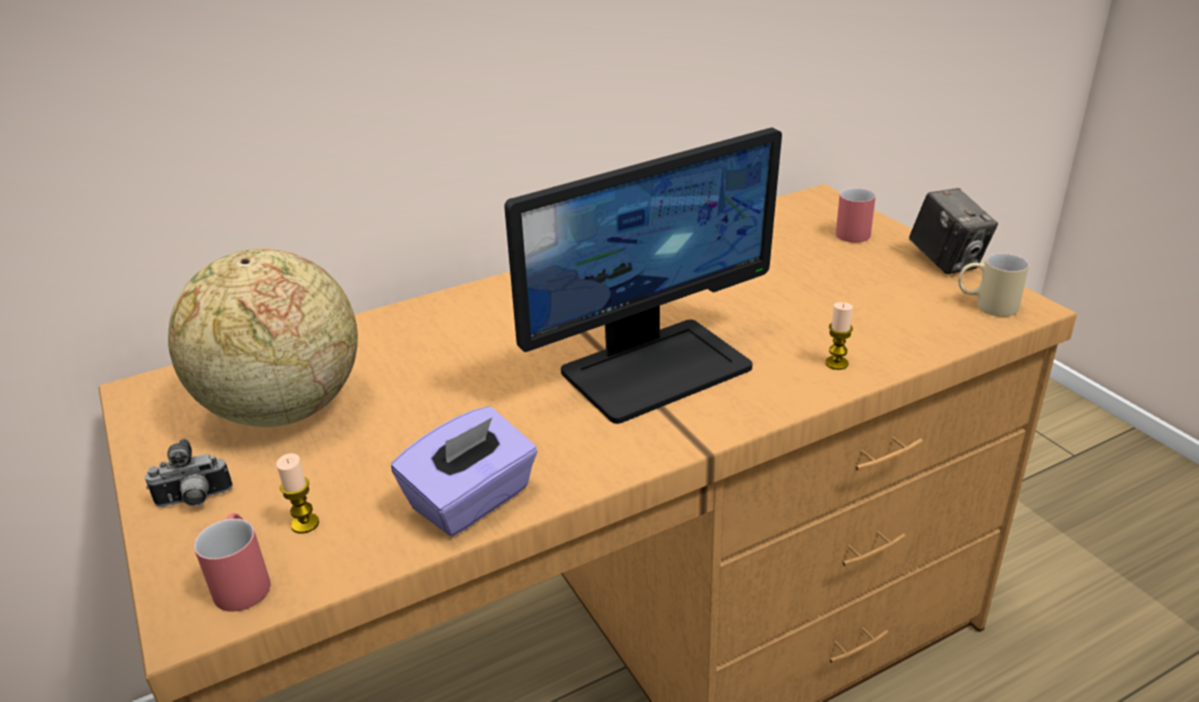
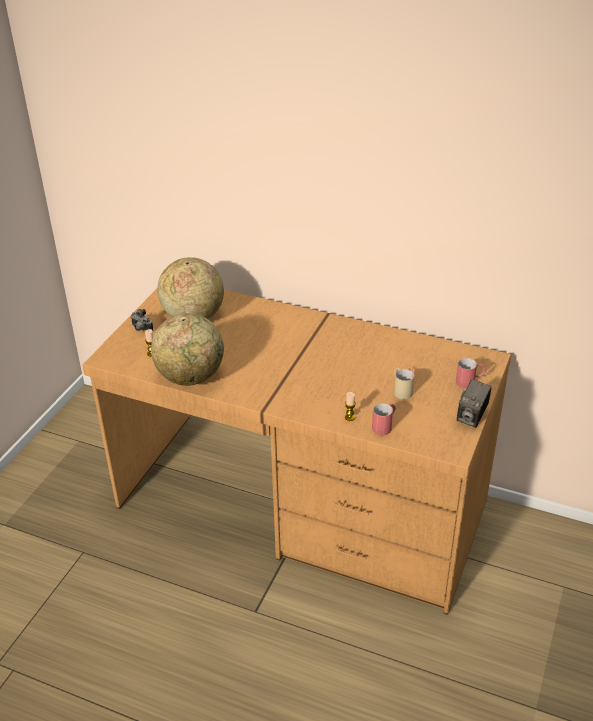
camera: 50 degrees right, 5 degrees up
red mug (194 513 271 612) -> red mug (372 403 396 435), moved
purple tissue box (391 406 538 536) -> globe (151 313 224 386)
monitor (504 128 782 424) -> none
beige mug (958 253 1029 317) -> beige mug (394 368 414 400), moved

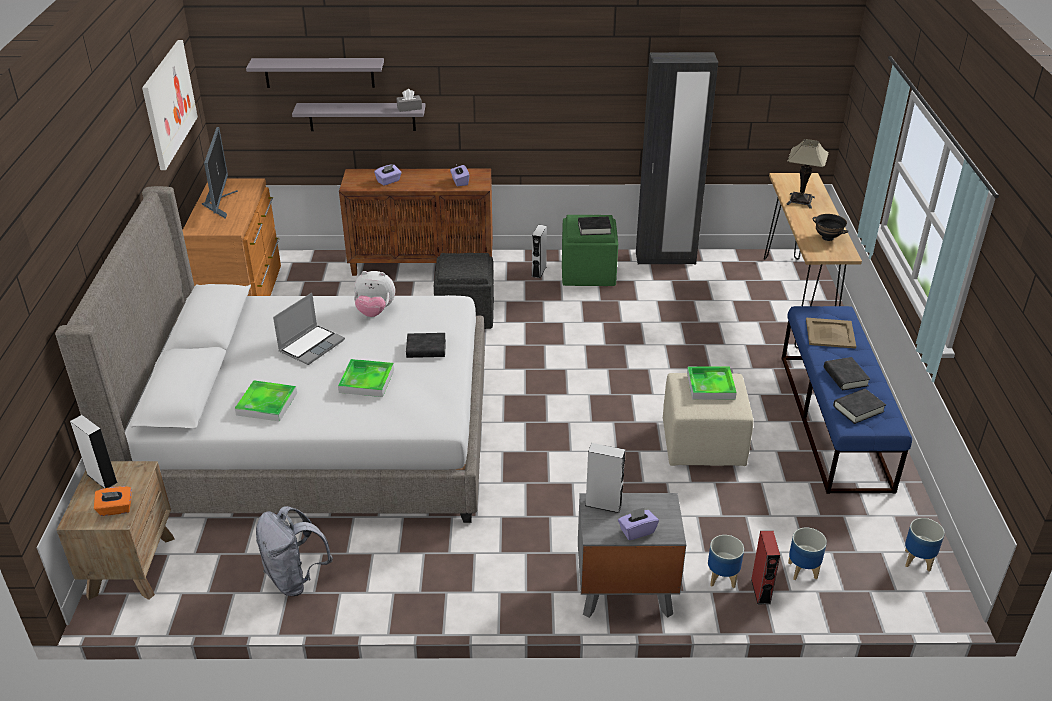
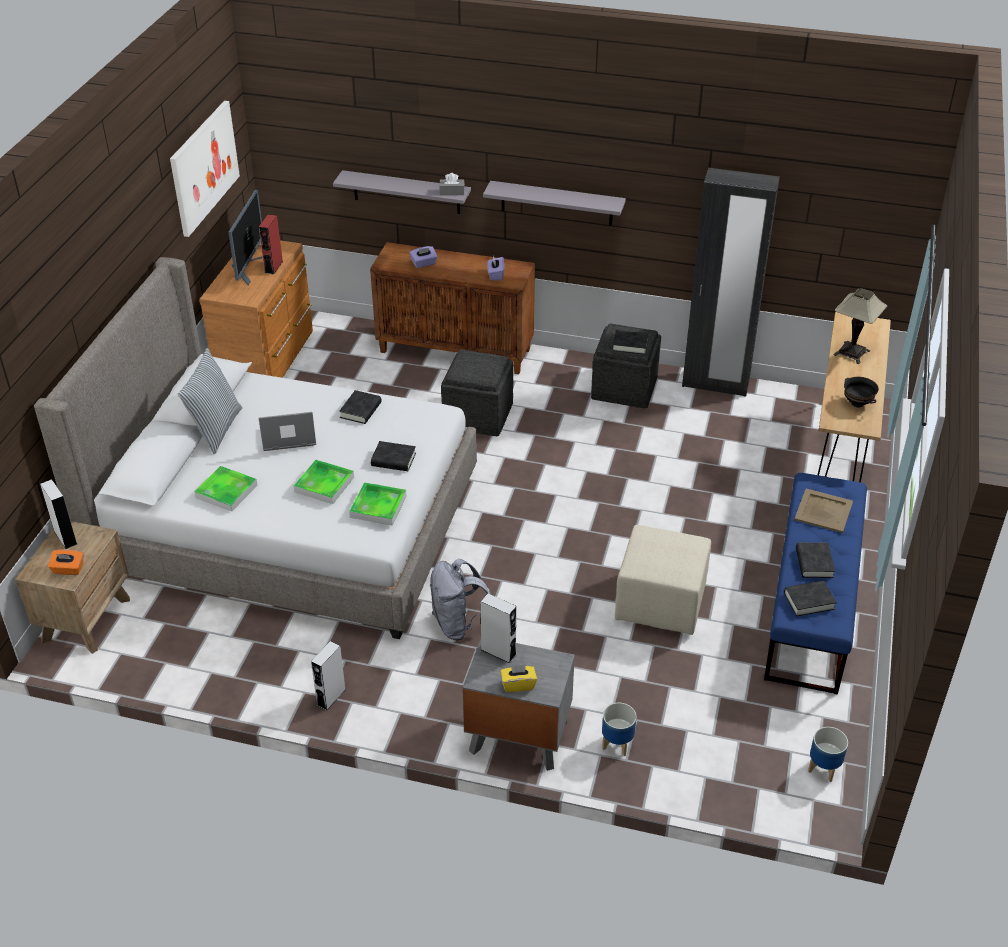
camera: 15 degrees right, 5 degrees up
grey shelf (246 58 384 88) -> grey shelf (483 181 626 226), moved
grey backpack (256 506 333 596) -> grey backpack (430 559 491 640), moved
laptop (273 293 345 365) -> laptop (259 412 316 451), 150 degrees counterclockwise
plush toy (354 271 395 317) -> black book (339 390 381 424)
grey speaker (532 225 547 278) -> grey speaker (311 641 346 711), moved
green ottoman (562 215 618 286) -> grey ottoman (591 323 661 408)
purple tissue box (618 507 659 540) -> yellow tissue box (501 664 537 692)
tray (687 367 737 399) -> tray (349 482 406 526), moved
red speaker (751 531 780 604) -> red speaker (259 214 283 275), moved
planter (788 528 827 580) -> none
none -> pillow (178 348 242 454)

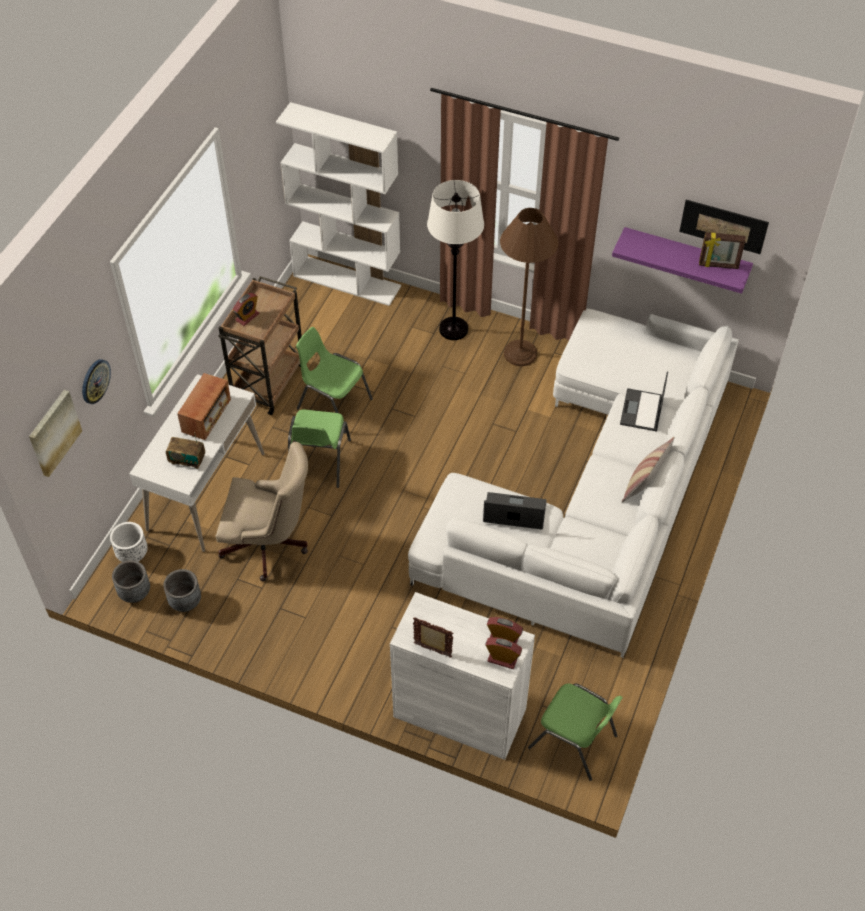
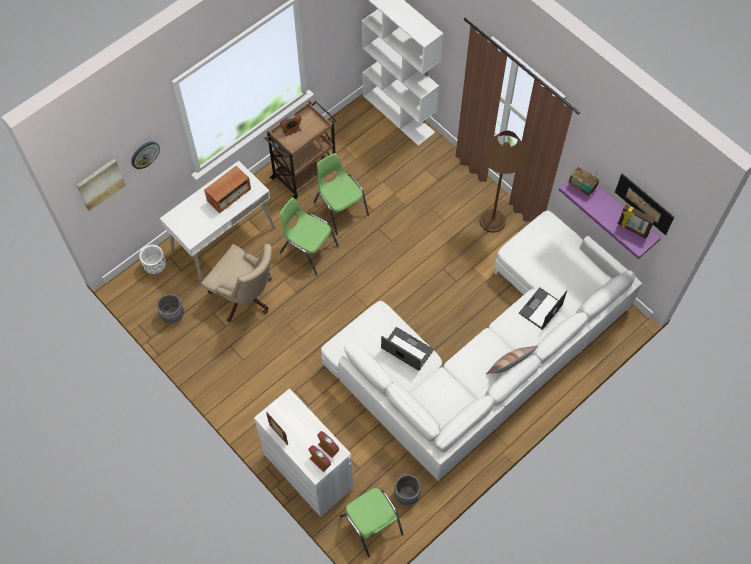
camera: 25 degrees right, 10 degrees up
grey planter (112 560 150 603) -> grey planter (394 474 421 505), moved
radio (166 432 205 469) -> radio (568 167 599 196), moved
green chair (288 410 351 488) -> green chair (280 197 339 275), 90 degrees clockwise
white floor lamp (427 180 484 340) -> none

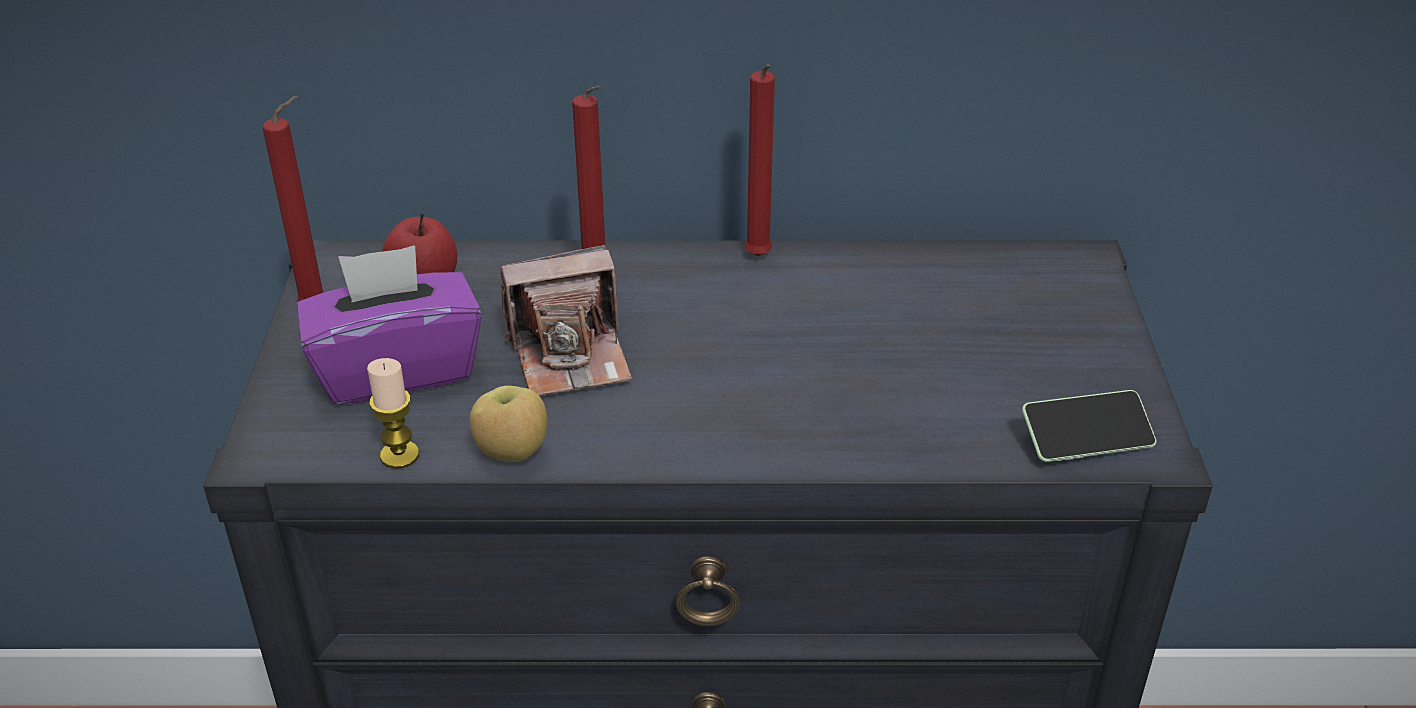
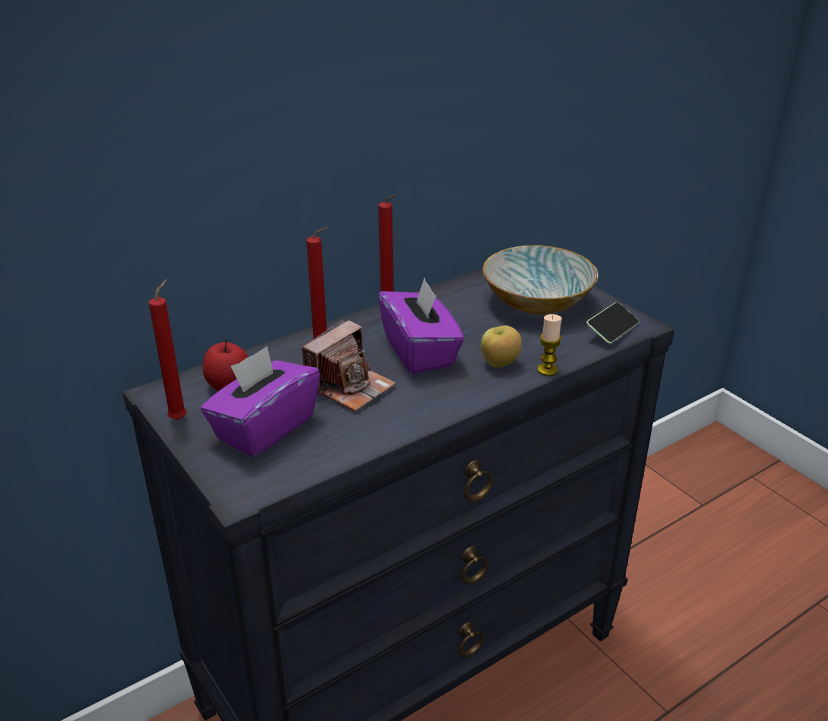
camera: 35 degrees left, 5 degrees down
candle (367 358 419 469) -> candle (537 314 562 376), moved
apple (470 386 547 462) -> apple (481 325 522 368), moved
none -> purple tissue box (378 277 464 374)
none -> bowl (483 245 598 315)

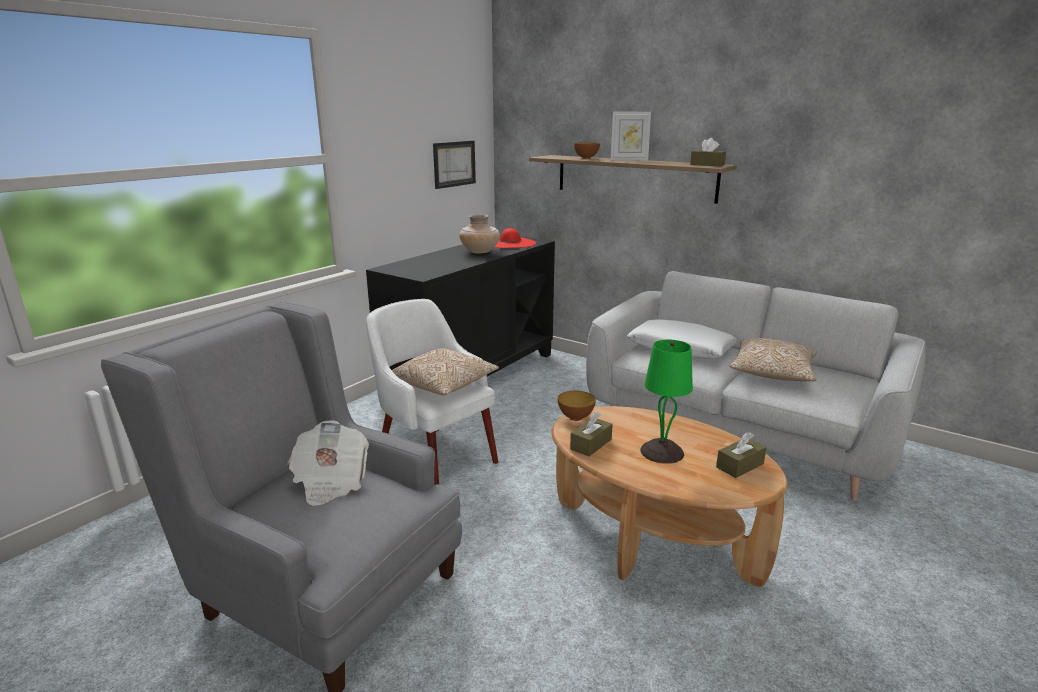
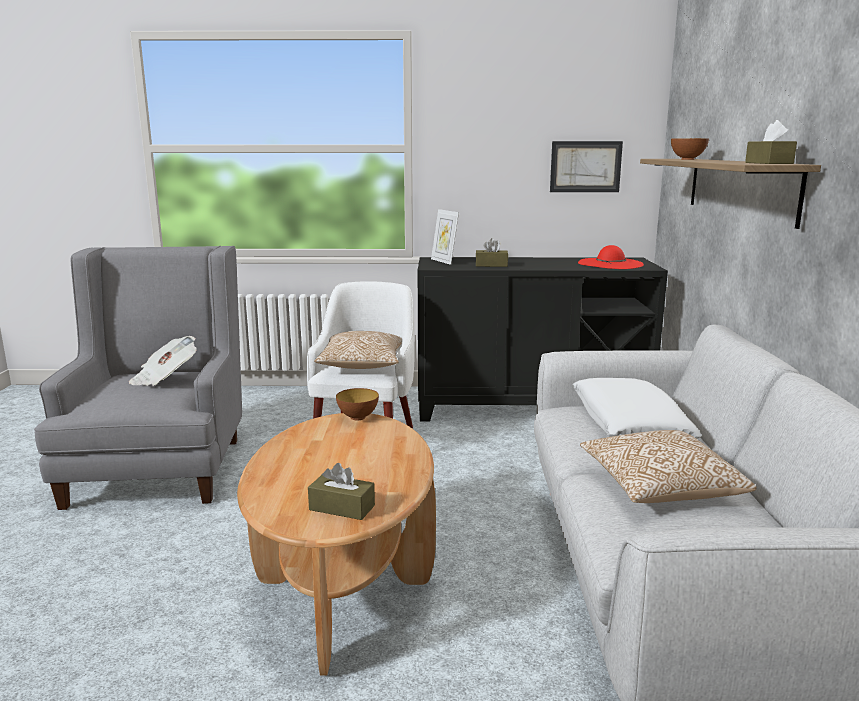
camera: 55 degrees right, 5 degrees down
beige vase (459 214 500 254) -> none
brown tissue box (570 412 613 457) -> brown tissue box (475 238 508 267), moved
picture frame (611 112 651 161) -> picture frame (431 209 459 265), moved
green table lamp (640 340 693 464) -> none

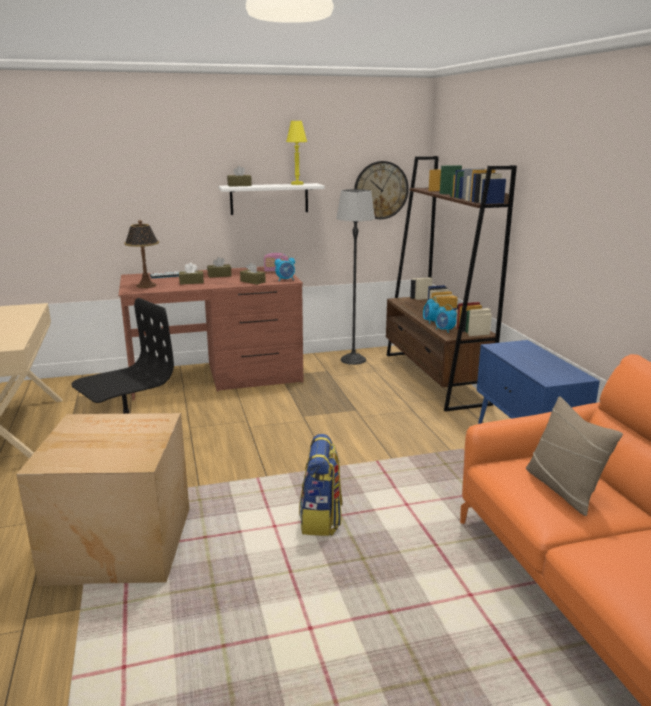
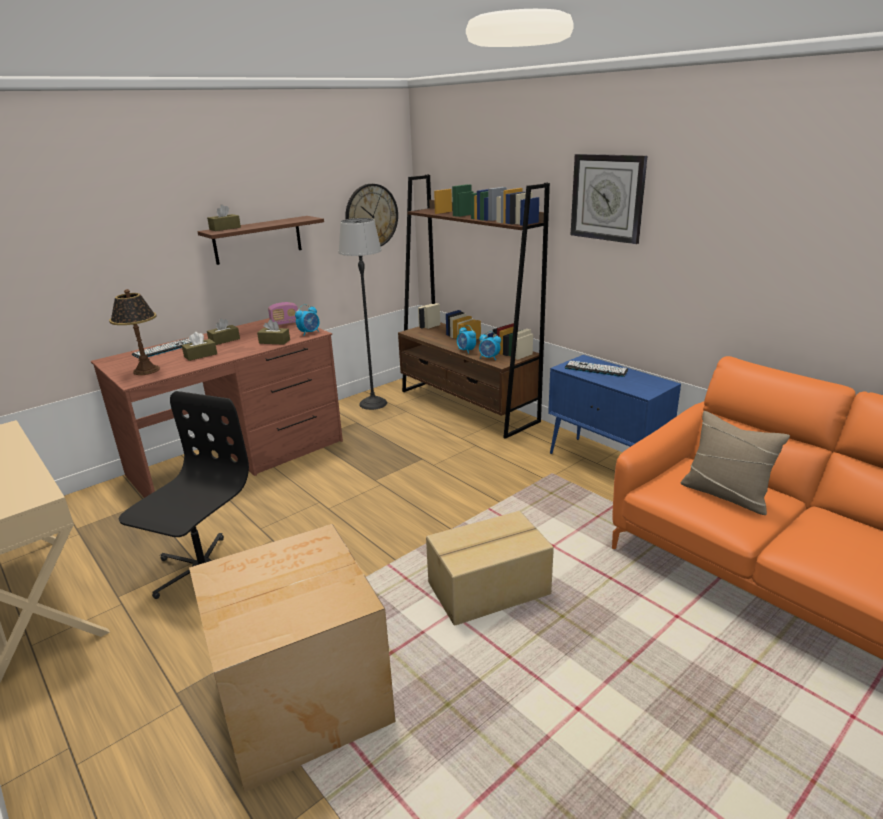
camera: 25 degrees left, 5 degrees up
white shelf (219 183 325 215) -> brown shelf (197 216 324 265)
yellow table lamp (286 121 307 185) -> none
backpack (299 434 342 536) -> cardboard box (426 511 554 626)
none -> keyboard (565 361 628 377)
none -> wall clock (571 154 647 244)

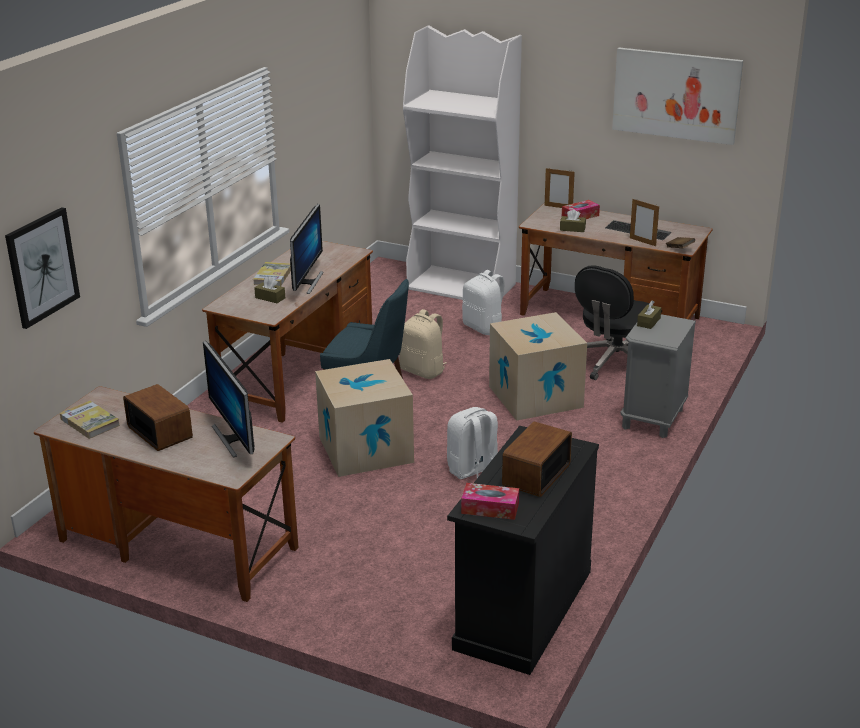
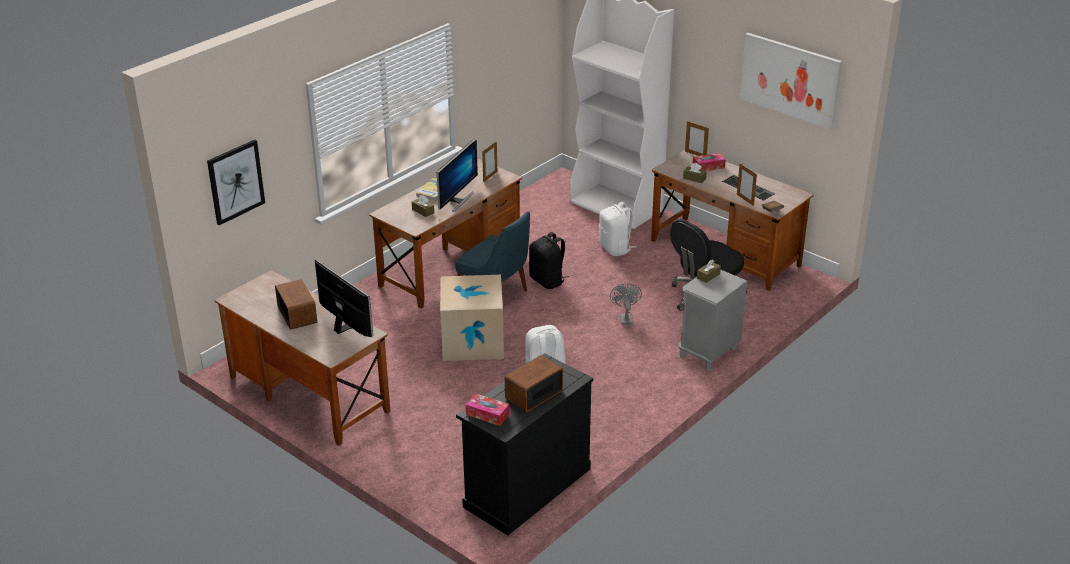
camera: 15 degrees right, 5 degrees up
book (60 401 120 439) -> none
monitor (203 341 254 458) -> monitor (315 259 373 338), 150 degrees clockwise
beige backpack (399 309 446 379) -> black backpack (529 232 569 289)
cardboard box (489 312 587 421) -> grey fan (610 283 642 325)
none -> picture frame (482 141 497 183)

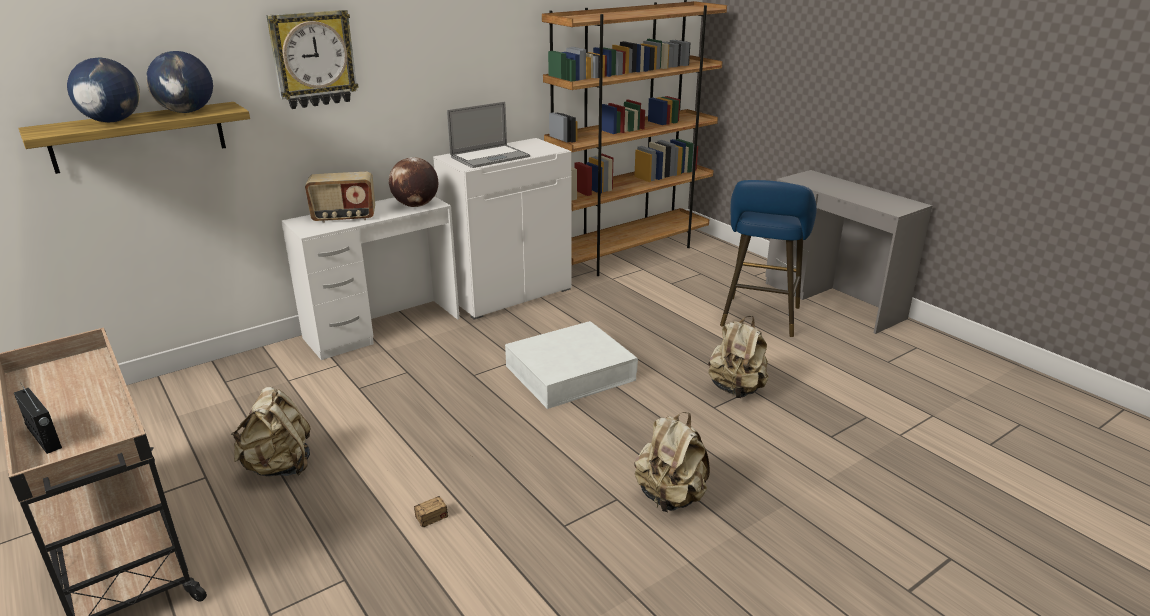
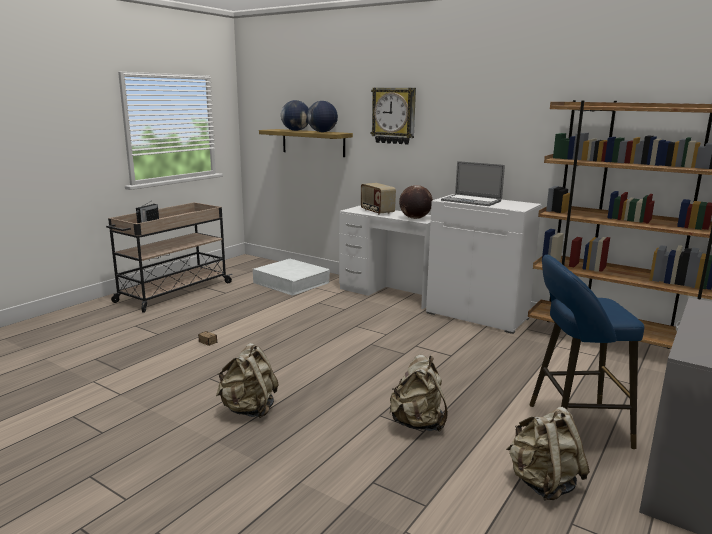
camera: 70 degrees right, 10 degrees down
beige backpack (231 387 311 476) -> beige backpack (506 407 590 501), moved
white storage box (505 321 638 409) -> white storage box (253 259 330 296), moved

